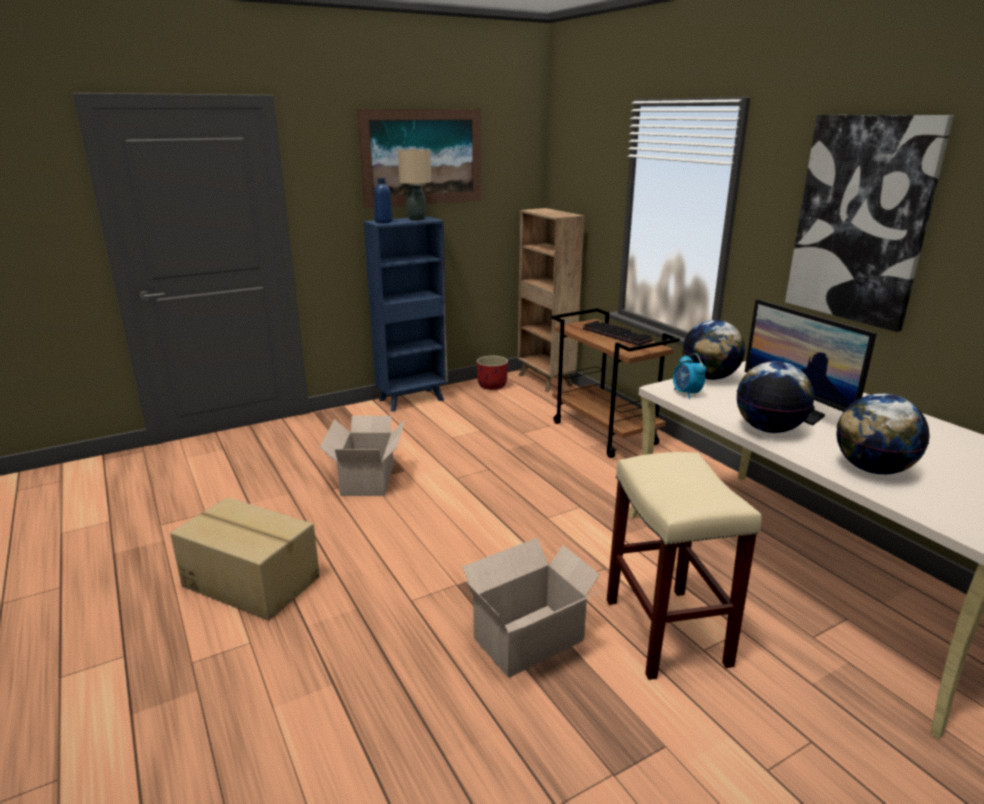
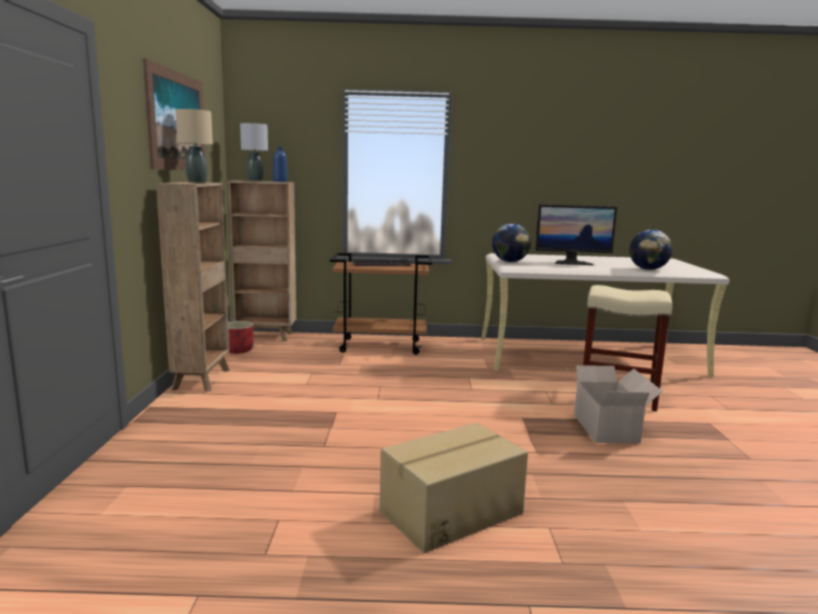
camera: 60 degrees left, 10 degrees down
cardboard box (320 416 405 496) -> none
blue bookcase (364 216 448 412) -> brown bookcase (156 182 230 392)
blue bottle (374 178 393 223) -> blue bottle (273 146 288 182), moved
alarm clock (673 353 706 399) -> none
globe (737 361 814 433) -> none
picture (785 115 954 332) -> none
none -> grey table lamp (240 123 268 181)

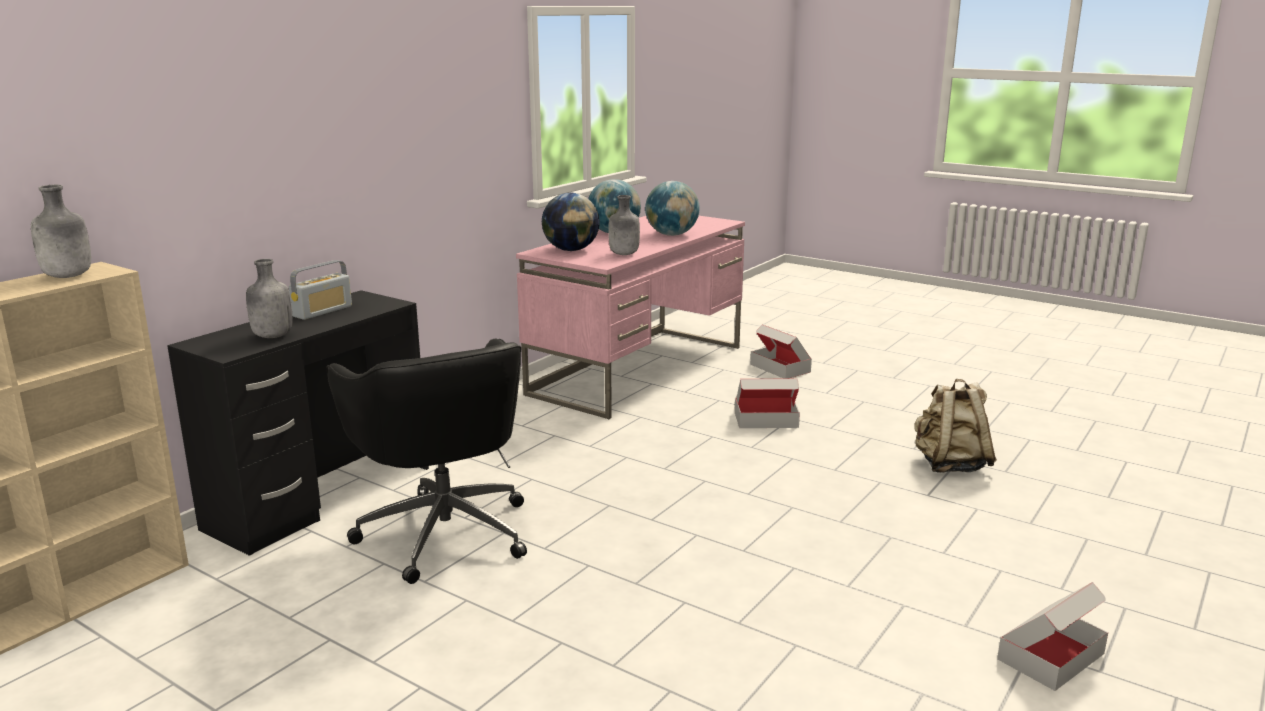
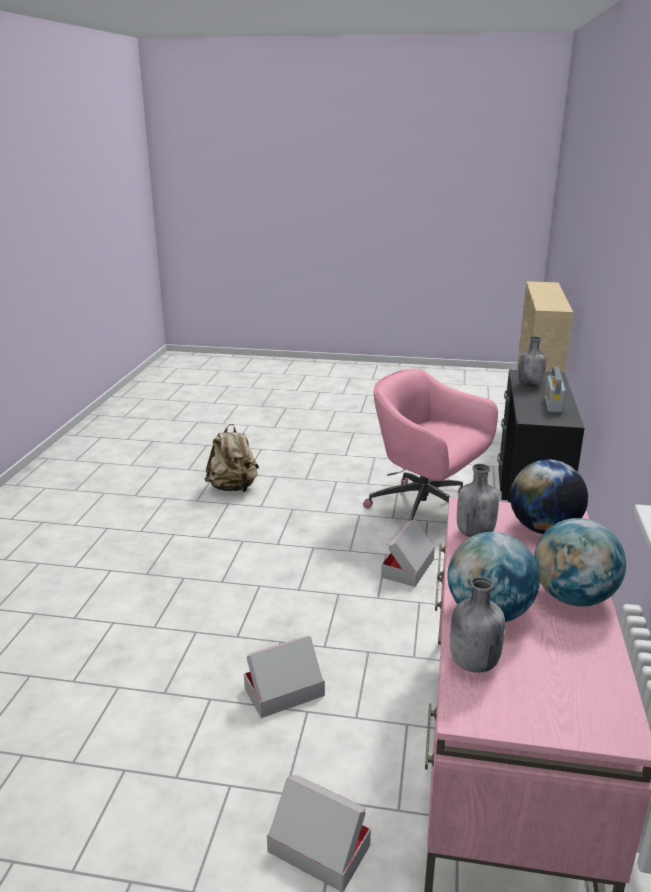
camera: 155 degrees right, 5 degrees up
grey bottle (31 185 91 278) -> grey bottle (450 577 505 673), moved
black office chair (326 339 527 584) -> pink office chair (363 369 498 521)
beige backpack (914 379 997 473) -> beige backpack (204 424 259 492), moved
cardboard box (997 582 1108 691) -> cardboard box (381 519 435 587), moved

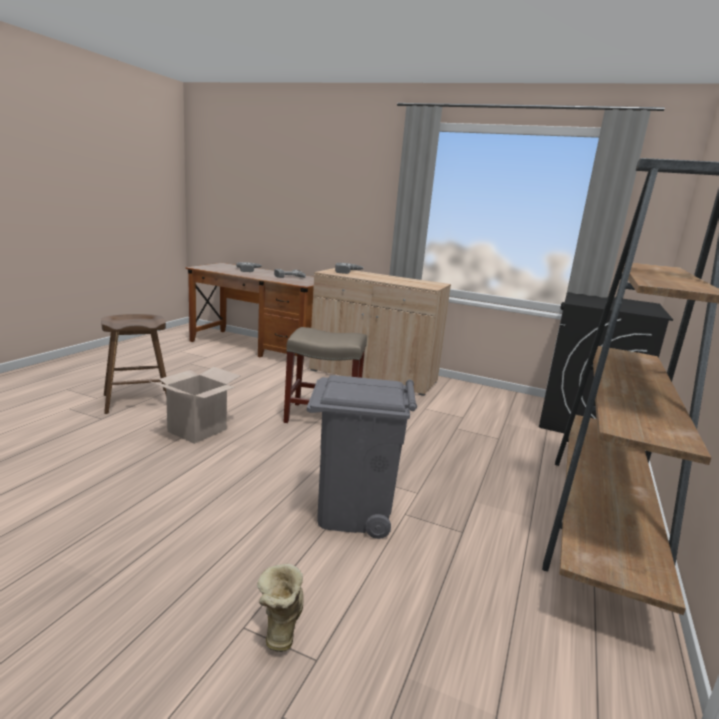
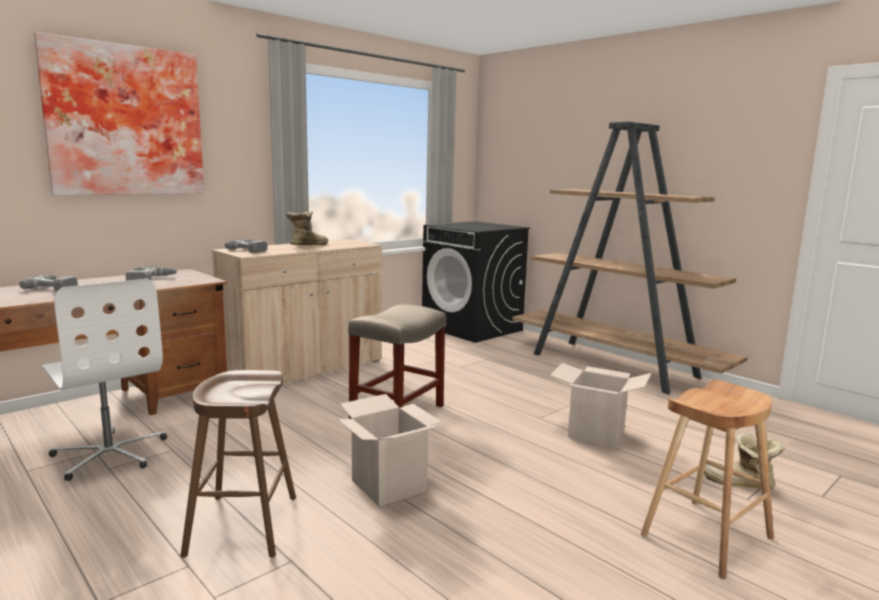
camera: 65 degrees left, 5 degrees down
grey trash can (307 375 417 539) -> cardboard box (550 363 652 448)
none -> picture (34 32 204 195)
none -> white office chair (41 279 167 481)
none -> boot (286 211 328 245)
none -> brown stool (641 380 774 579)

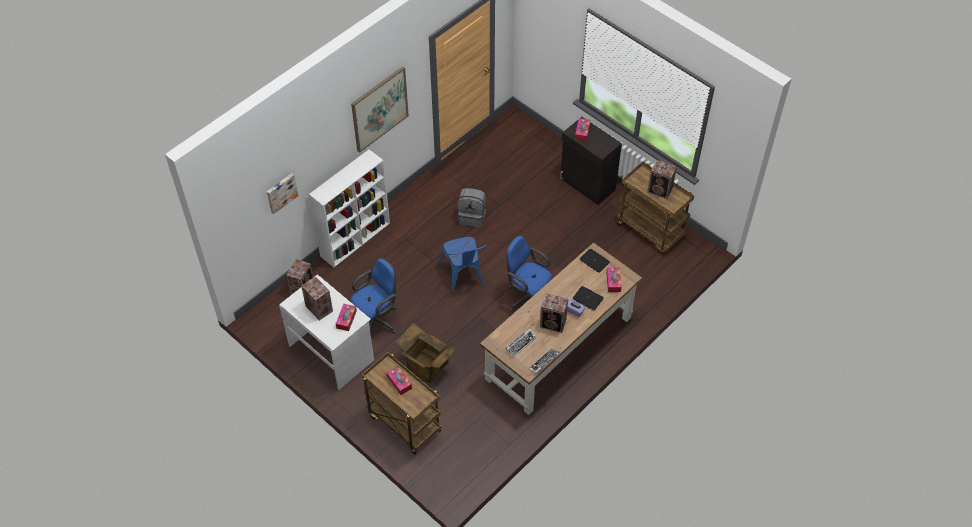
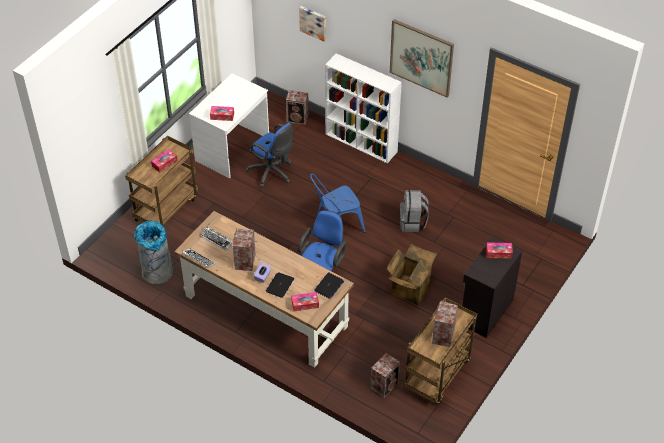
camera: 80 degrees right, 5 degrees down
speaker (301 276 333 321) -> speaker (370 353 400 398), moved
cardboard box (395 323 457 383) -> cardboard box (387 244 437 306), moved
none -> grey trash can (134 221 173 284)

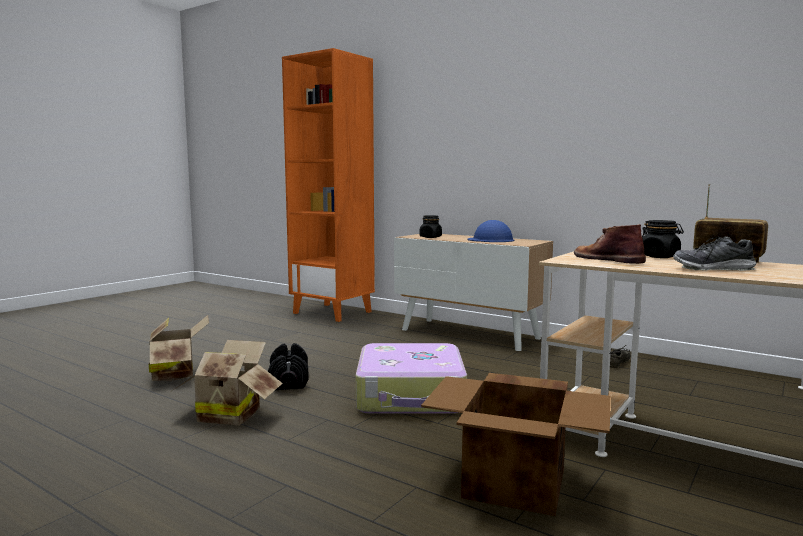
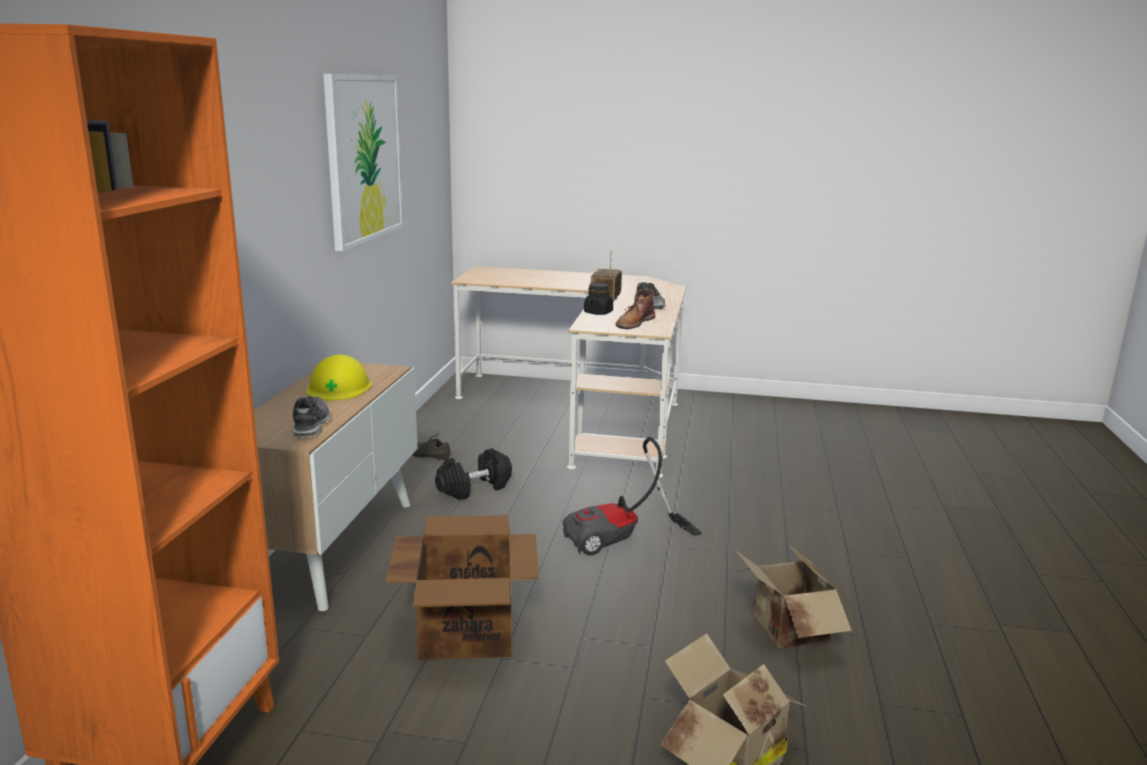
camera: 115 degrees left, 10 degrees up
black dumbbell (268 343 309 390) -> black dumbbell (435 448 512 500), moved
suitcase (356 343 467 414) -> vacuum cleaner (563 437 702 555)
black jar (420 215 442 238) -> shoe (293 396 330 438)
cardboard box (421 373 611 516) -> cardboard box (386 515 539 660), moved
blue hard hat (467 220 514 242) -> yellow hard hat (306 354 372 401)
none -> picture (323 74 403 251)

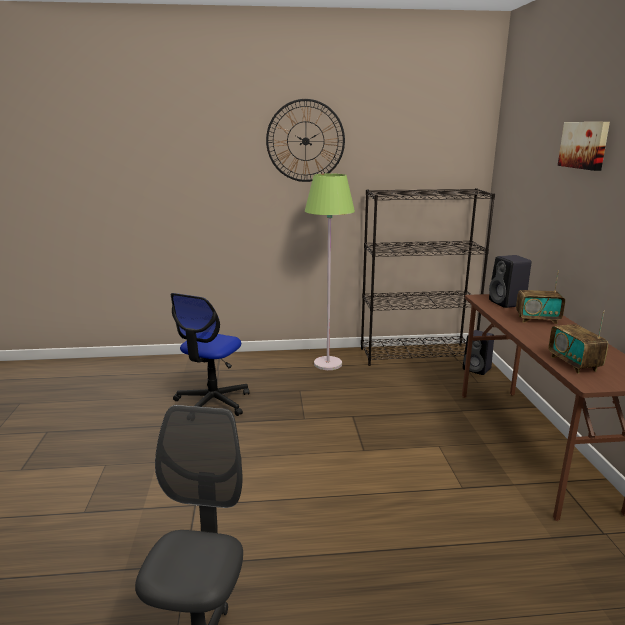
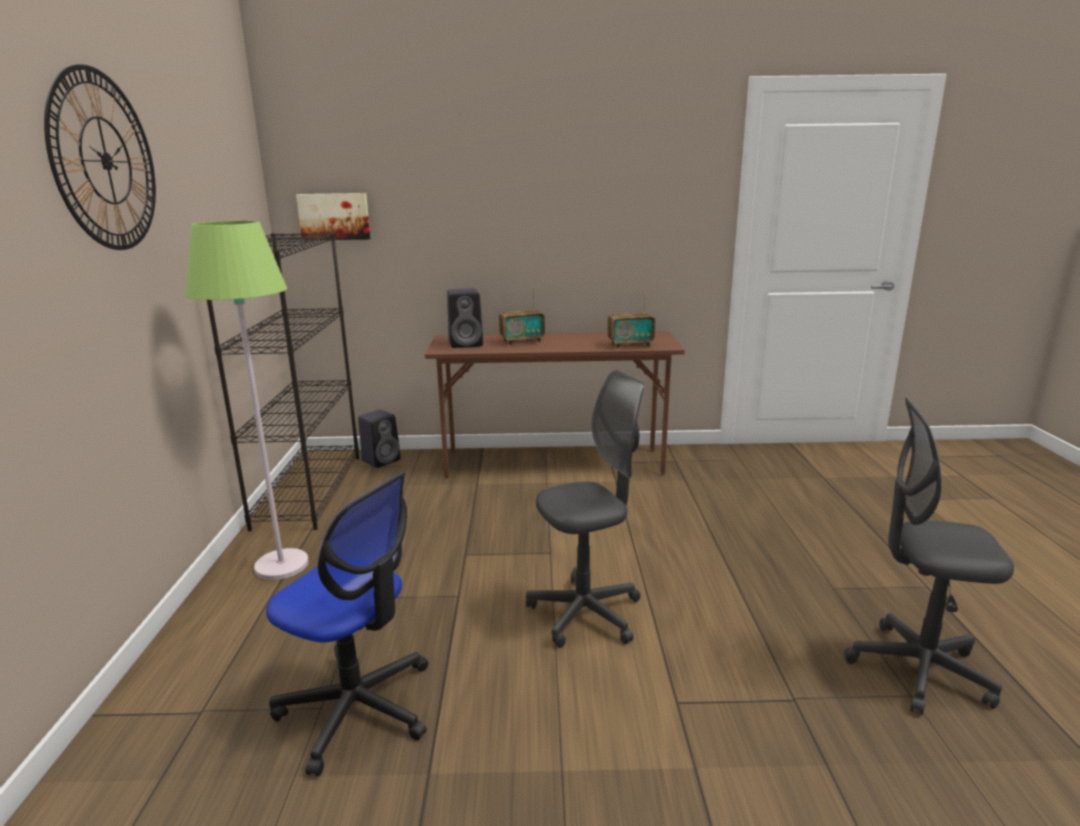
camera: 85 degrees left, 0 degrees up
radio (516 270 565 324) -> radio (499 287 545 345), 60 degrees clockwise
picture (558 122 610 171) -> picture (296 193 371 241), moved
none -> grey office chair (526 370 644 648)

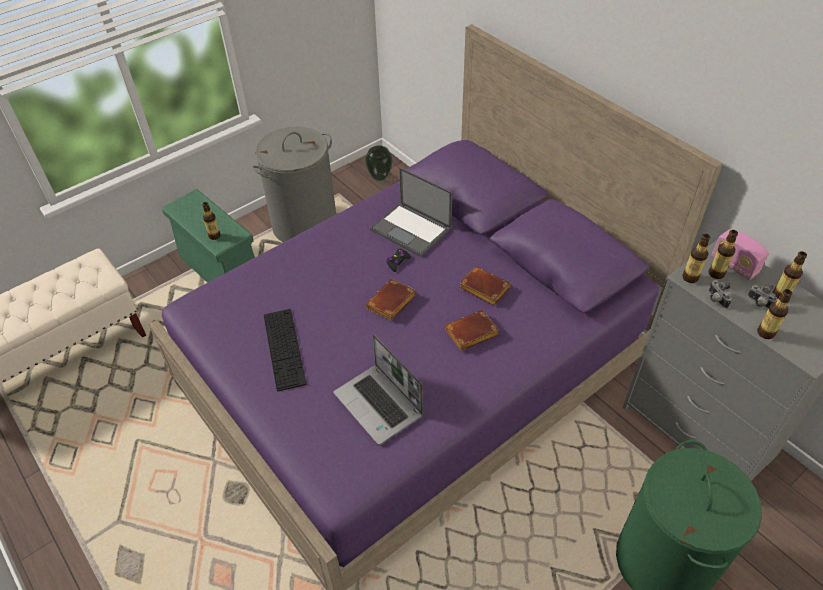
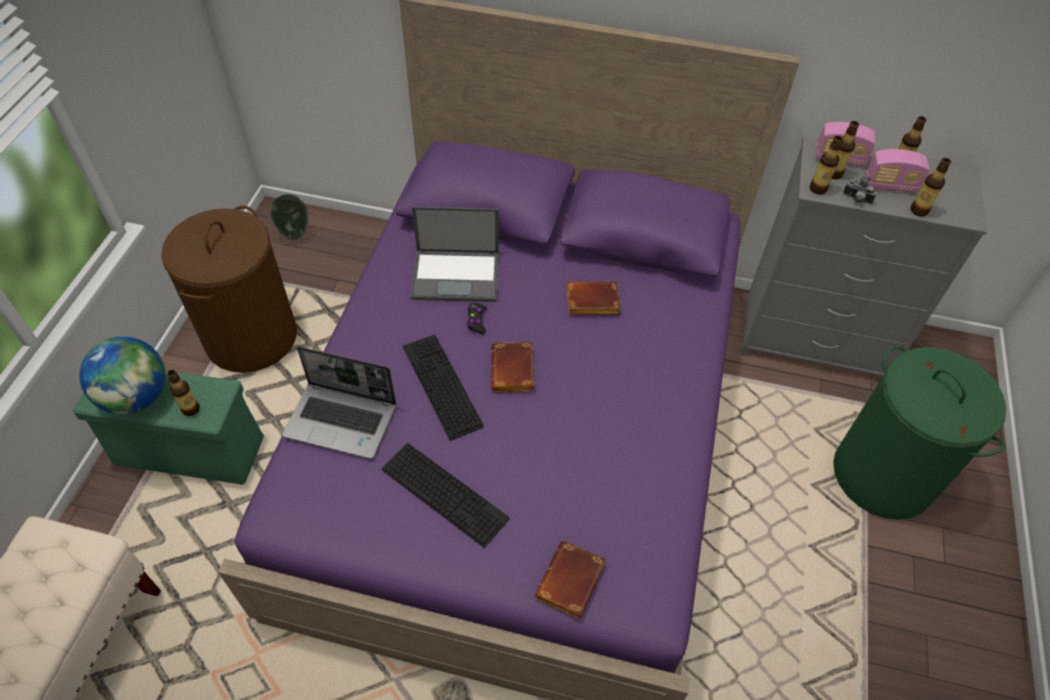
camera: 40 degrees left, 5 degrees up
grey laundry basket (252 127 336 242) -> brown laundry basket (161 206 297 373)
laptop (334 334 423 445) -> laptop (282 346 396 459), moved
brown book (445 310 499 351) -> brown book (534 541 606 619), moved
photo camera (748 285 778 309) -> radio (865 149 930 193)
none -> globe (79 337 165 414)
none -> keyboard (403 335 484 441)

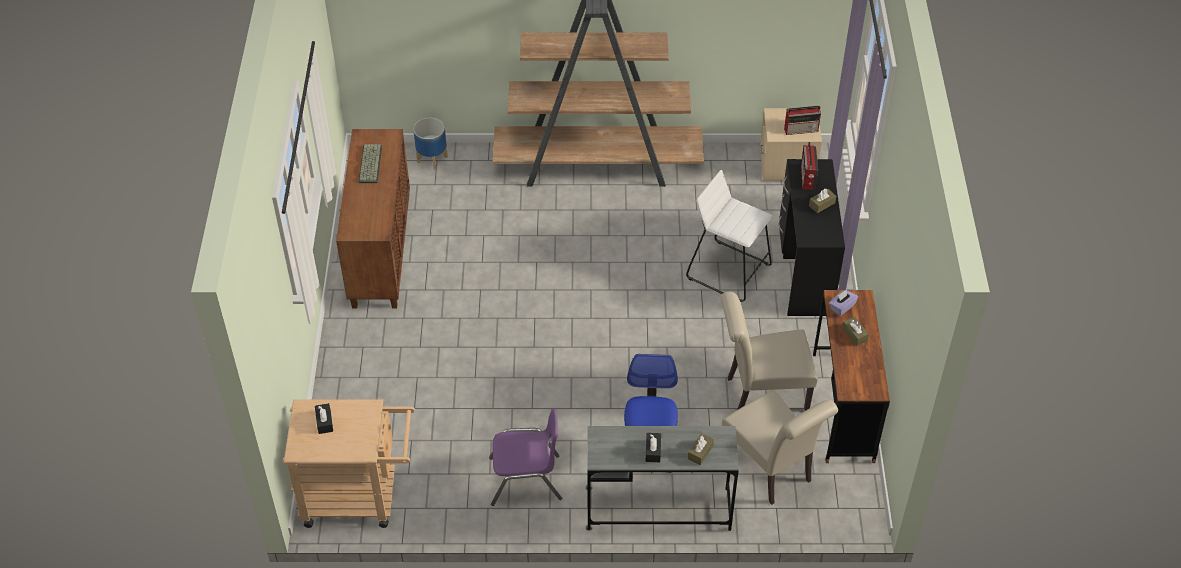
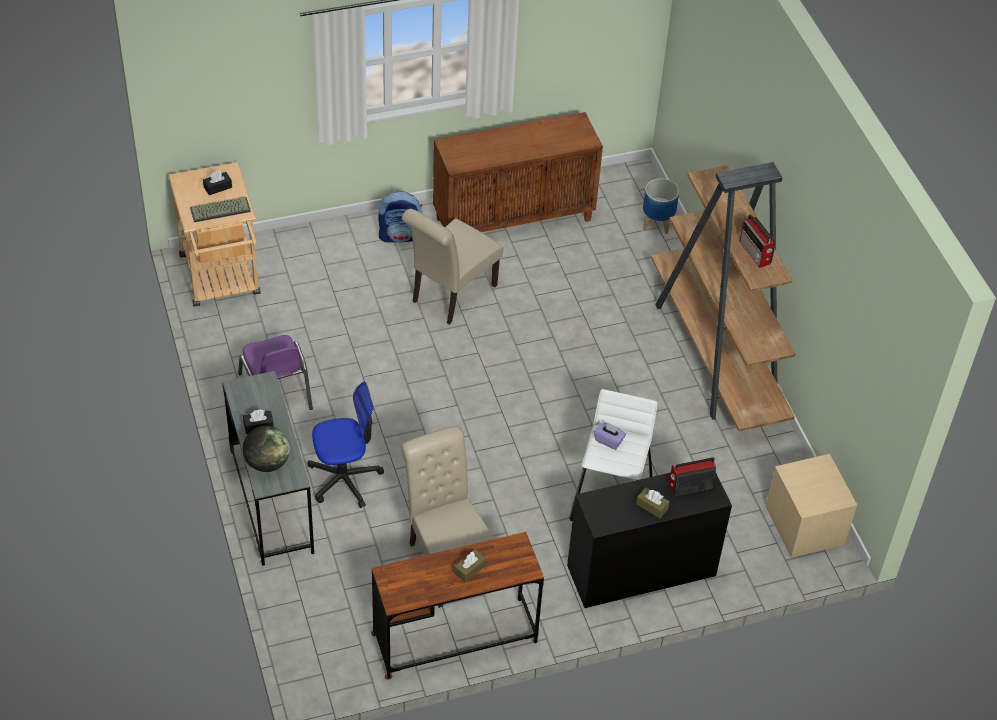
camera: 70 degrees right, 0 degrees up
keyboard (359 144 382 183) -> keyboard (190 197 251 222), moved
brown tissue box (688 433 714 465) -> globe (243 426 290 472)
beige chair (722 391 838 505) -> beige chair (402 209 503 325), moved
radio (784 106 821 135) -> radio (739 214 776 268), moved
purple tissue box (829 290 858 316) -> purple tissue box (594 422 626 450), moved
none -> backpack (378 191 422 243)

